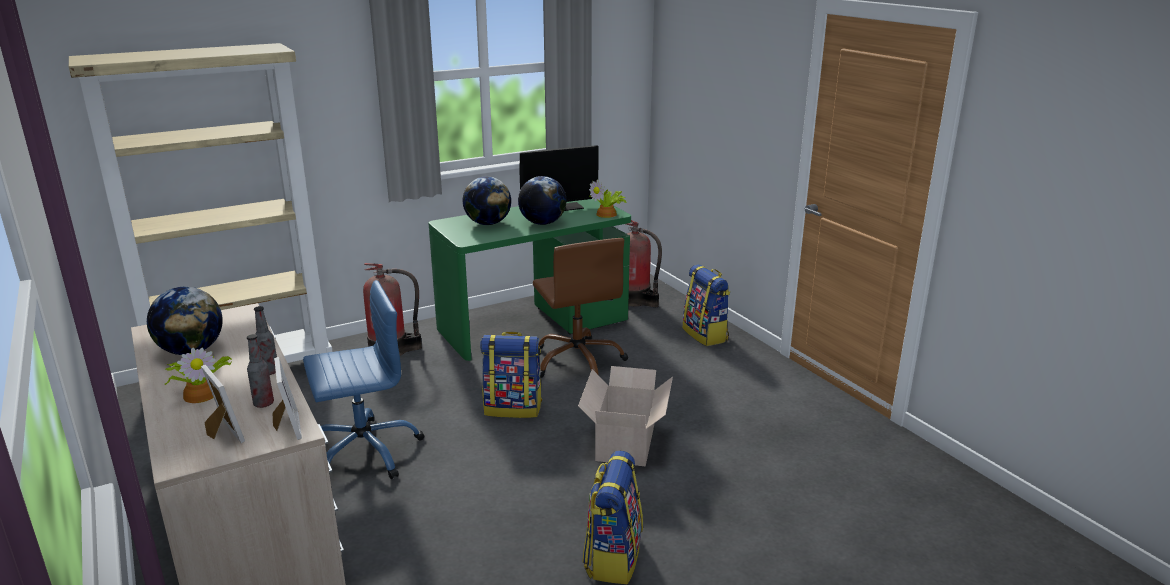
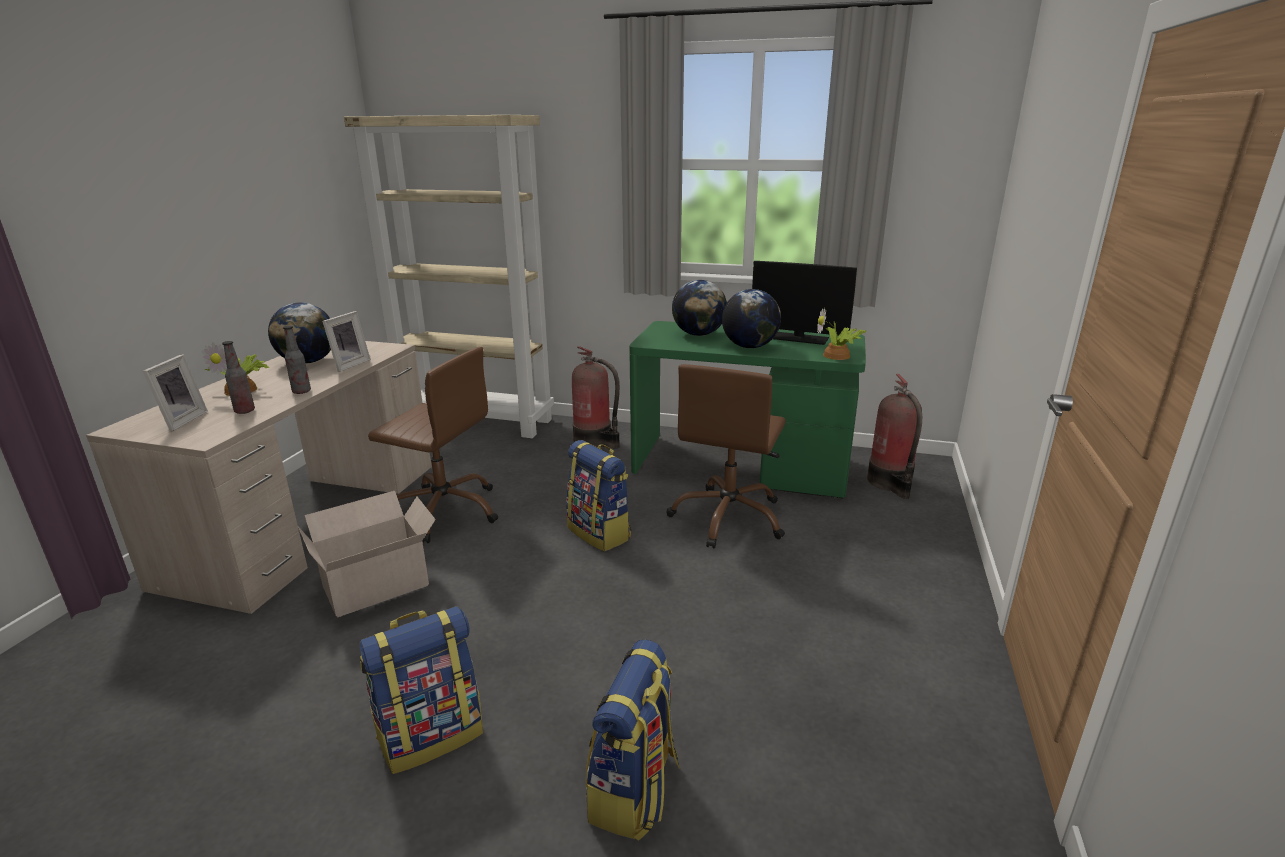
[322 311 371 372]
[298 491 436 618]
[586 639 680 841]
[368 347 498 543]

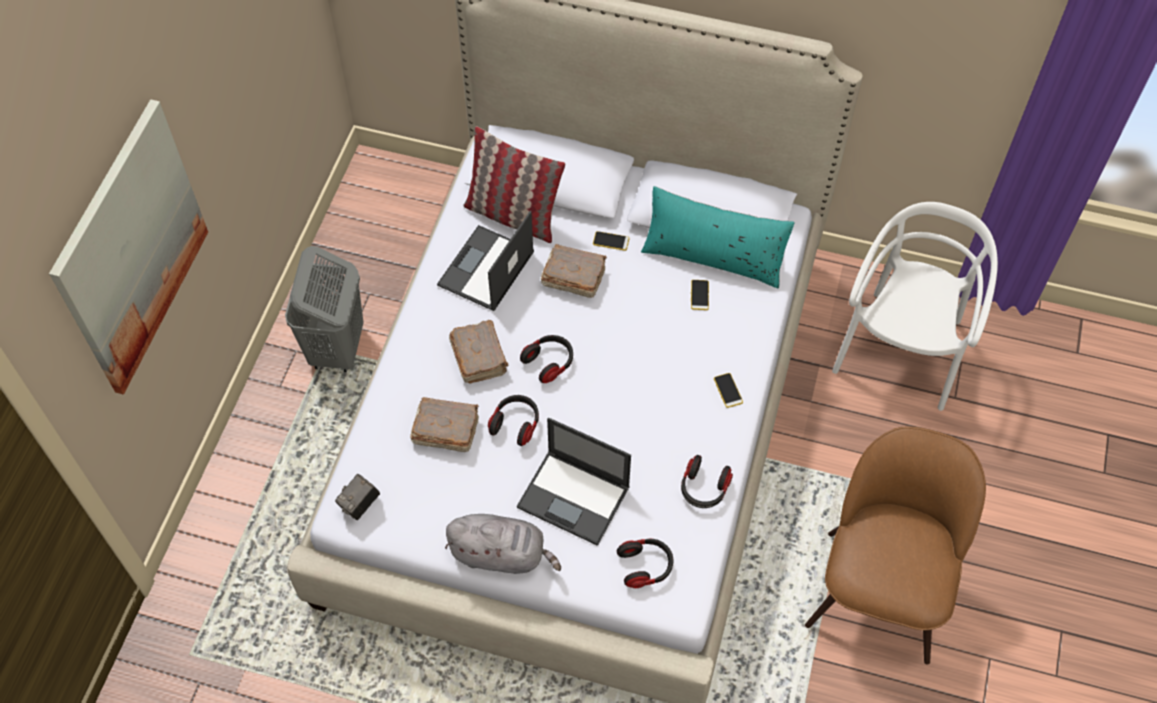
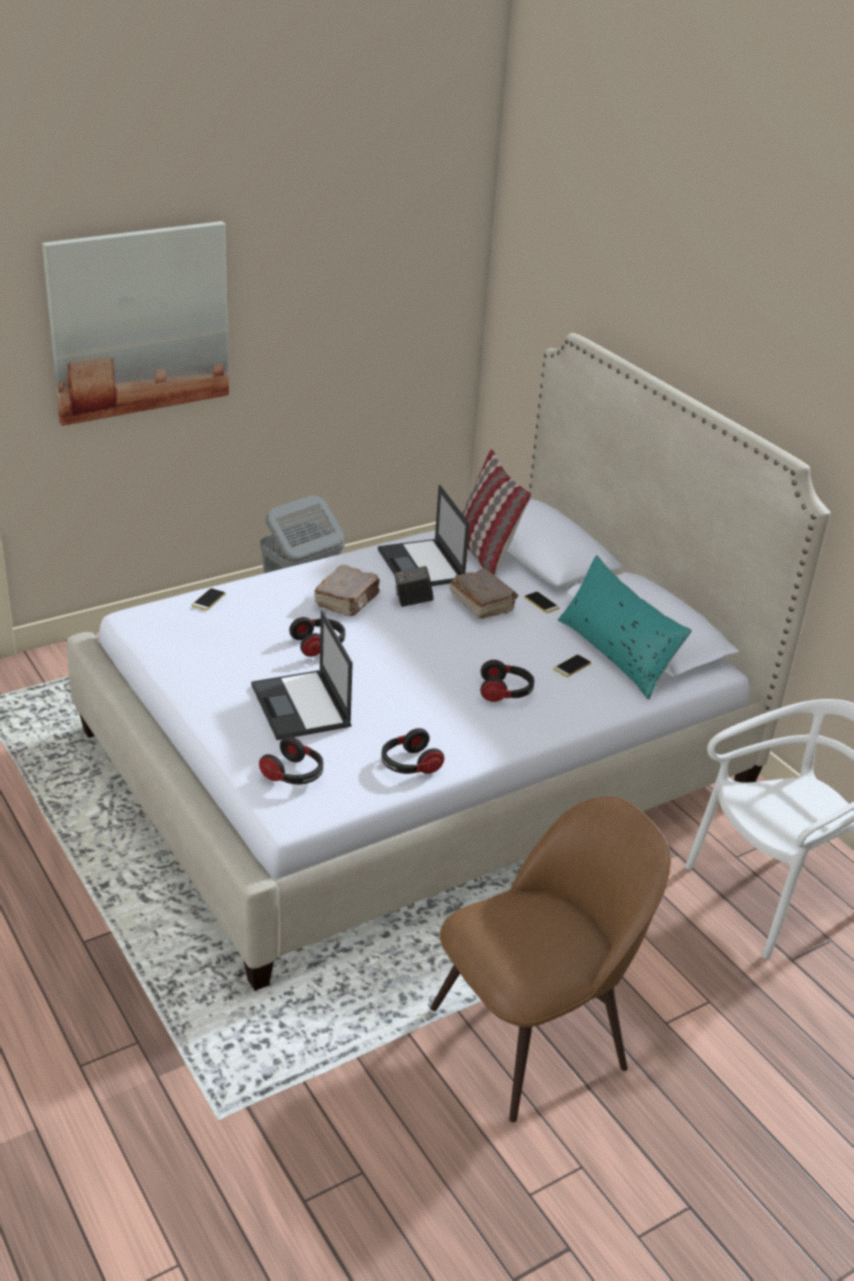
[410 397 479 452] (first image)
[445 514 561 574] (first image)
[394 566 434 607]
[480 660 534 702]
[192 588 226 610]
[378 485 470 586]

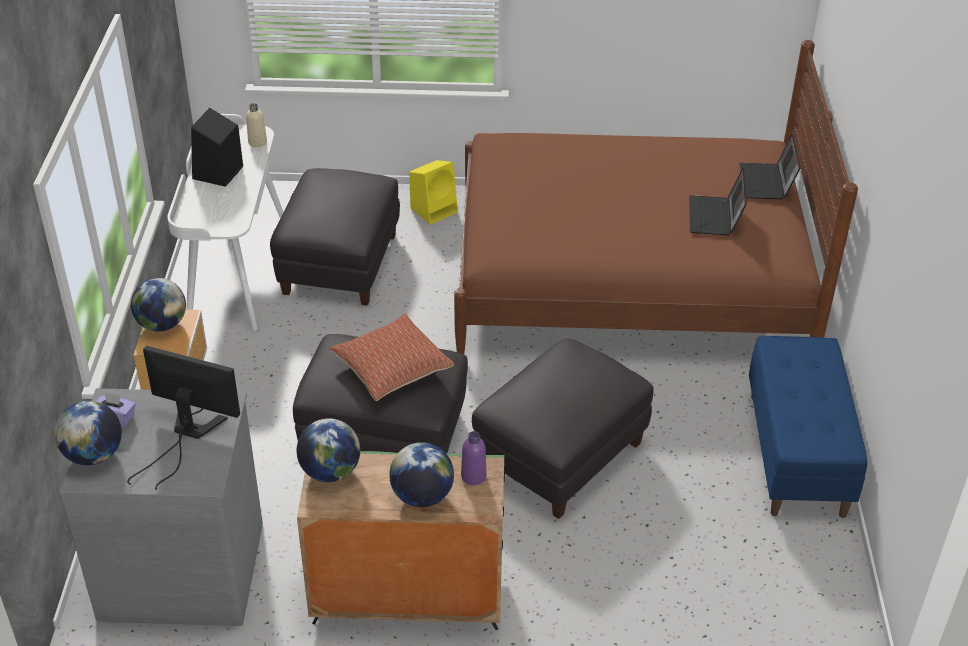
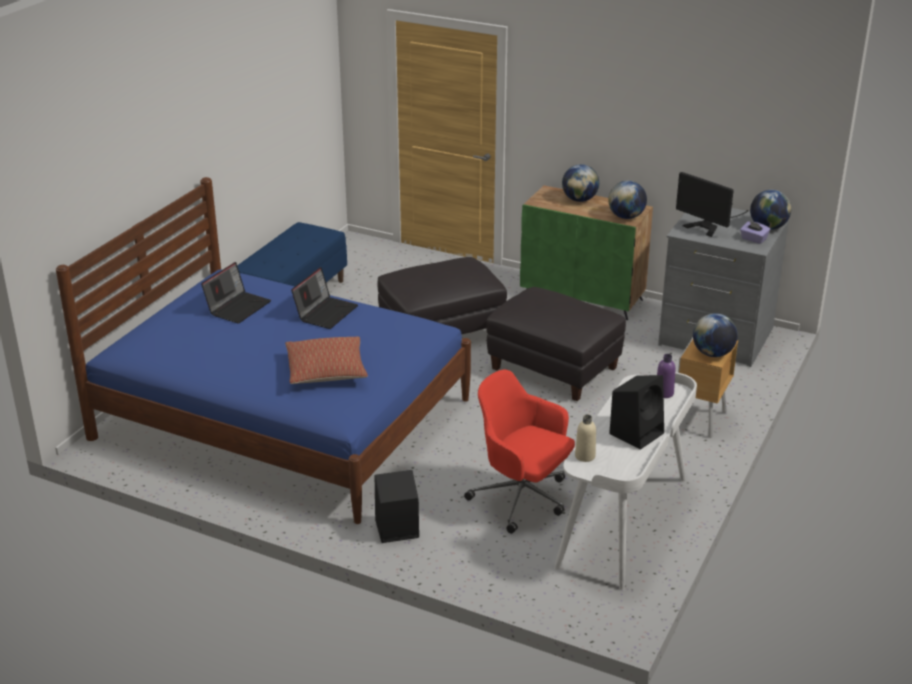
[285 336 368 384]
[657 354 675 398]
[291 267 358 329]
[464 369 575 534]
[375 470 419 543]
[56 177 471 524]

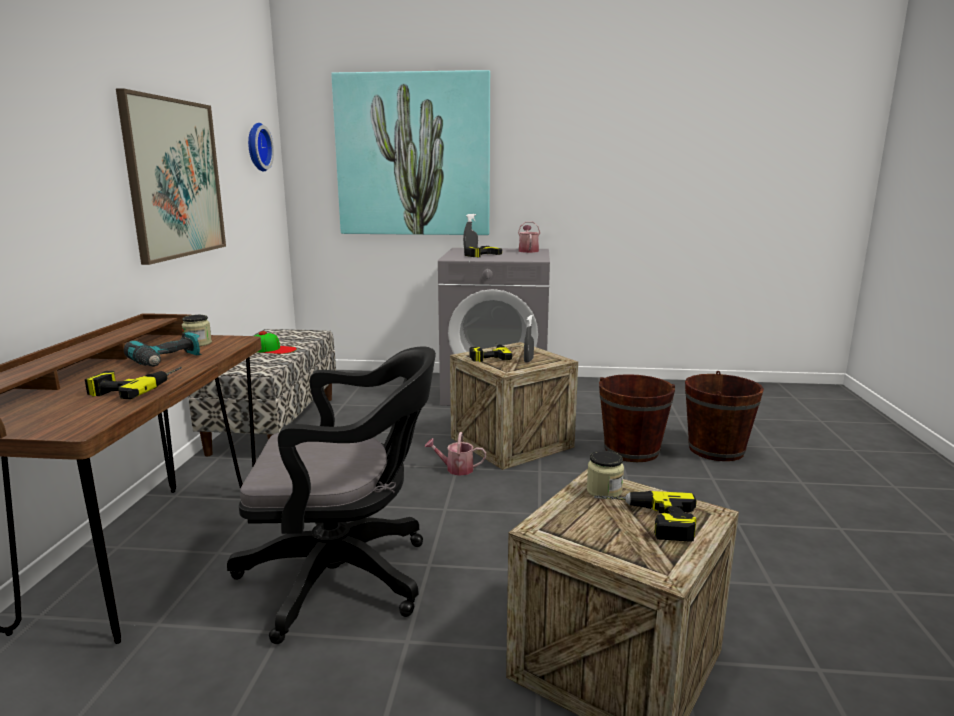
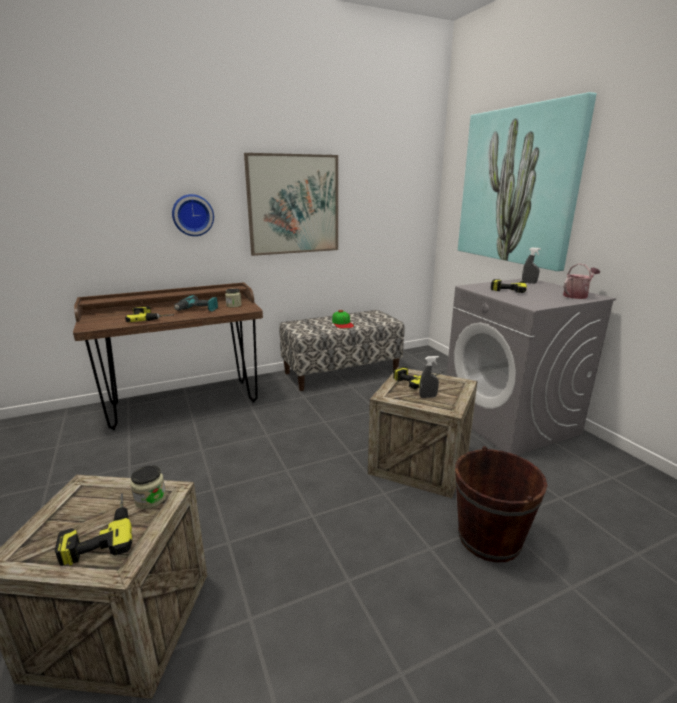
[227 346 436 644] (first image)
[424 432 486 476] (first image)
[685 371 764 461] (first image)
[172 194 214 236]

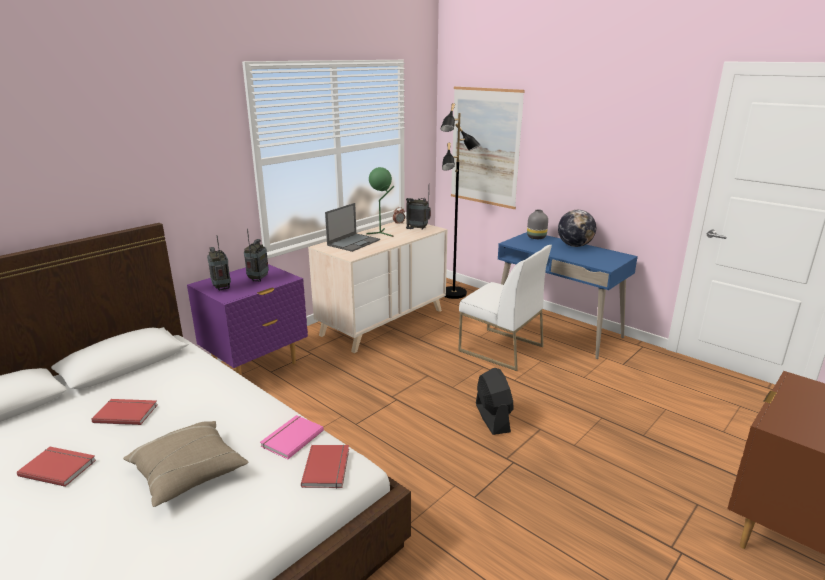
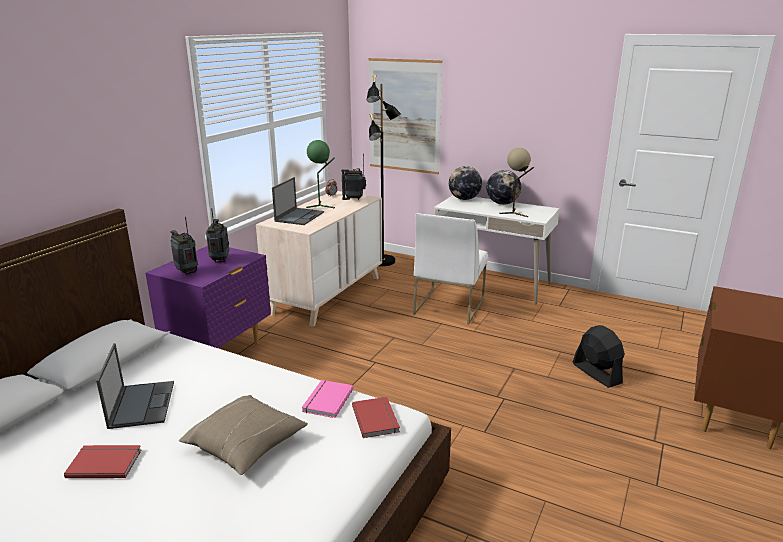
[500 148 534 217]
[573 325 625 388]
[96 343 174 429]
[449 166 482 200]
[434 195 560 304]
[413 213 488 324]

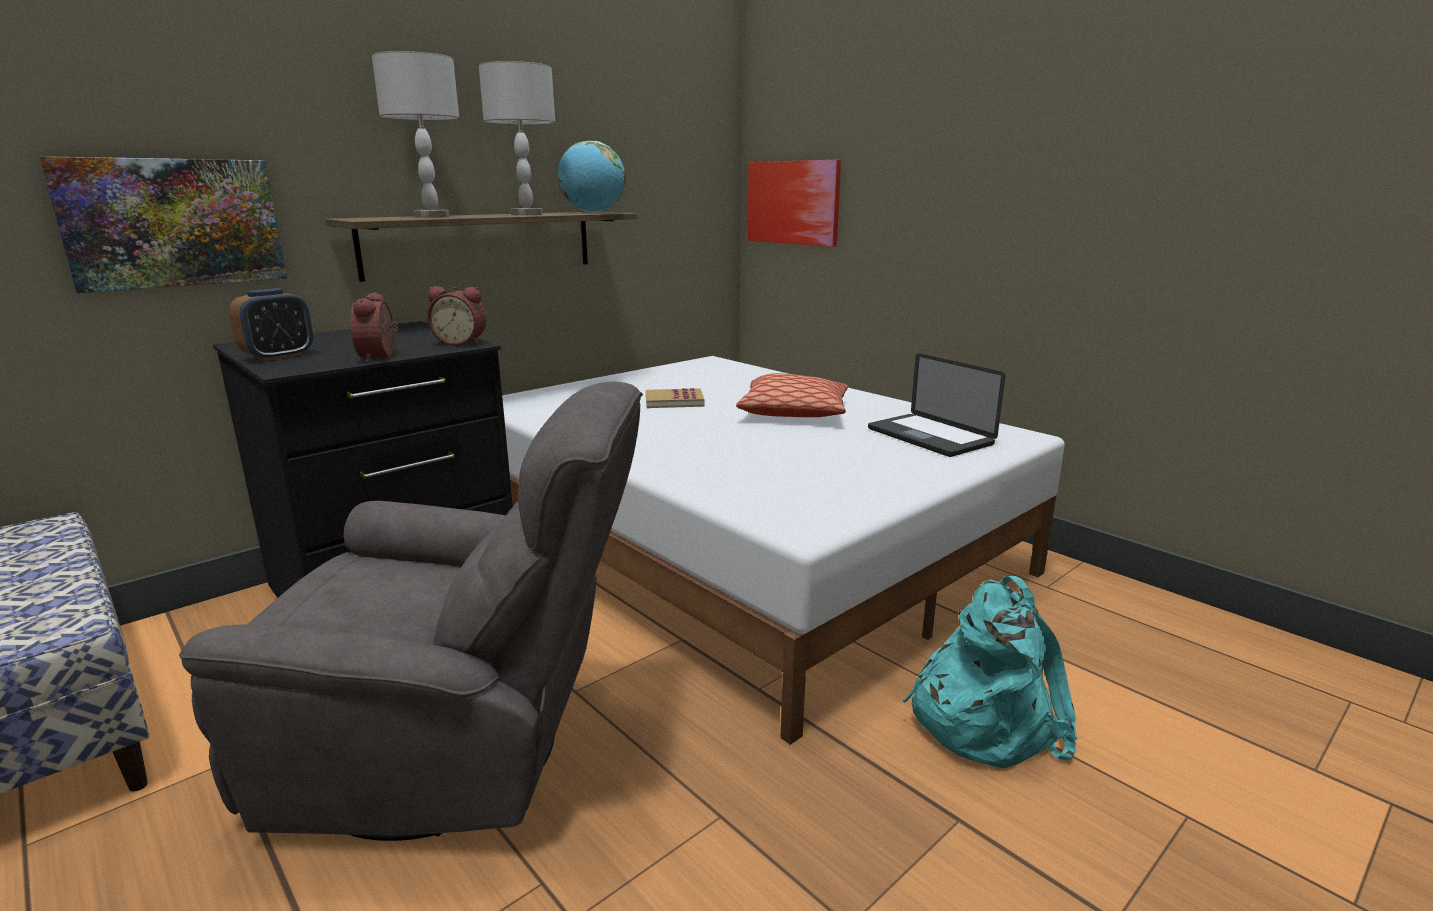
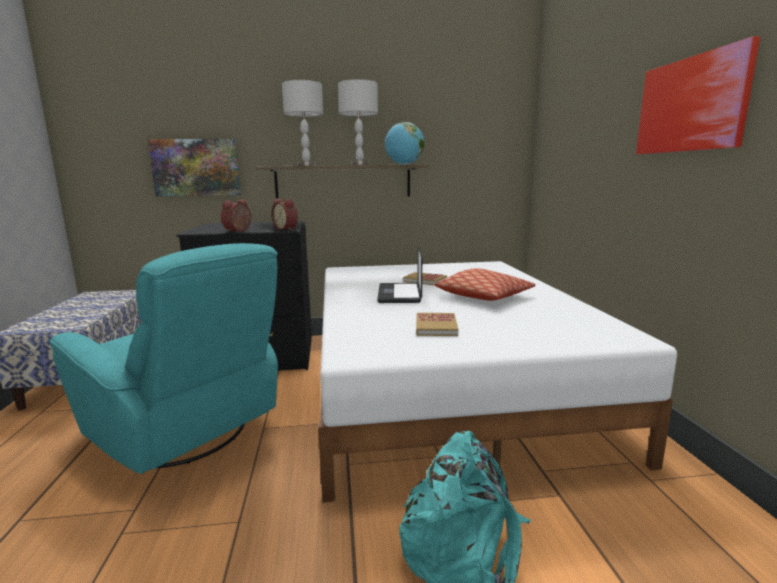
[229 288 313 361] (first image)
[416 313 458 336]
[636 36 760 154]
[377 246 422 303]
[49 243 278 474]

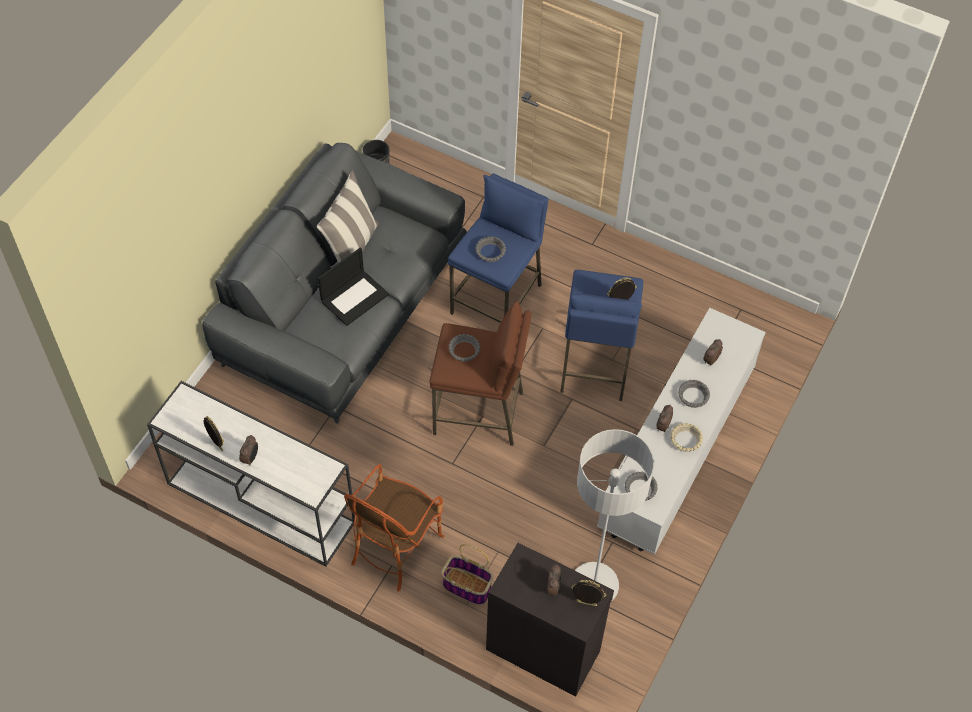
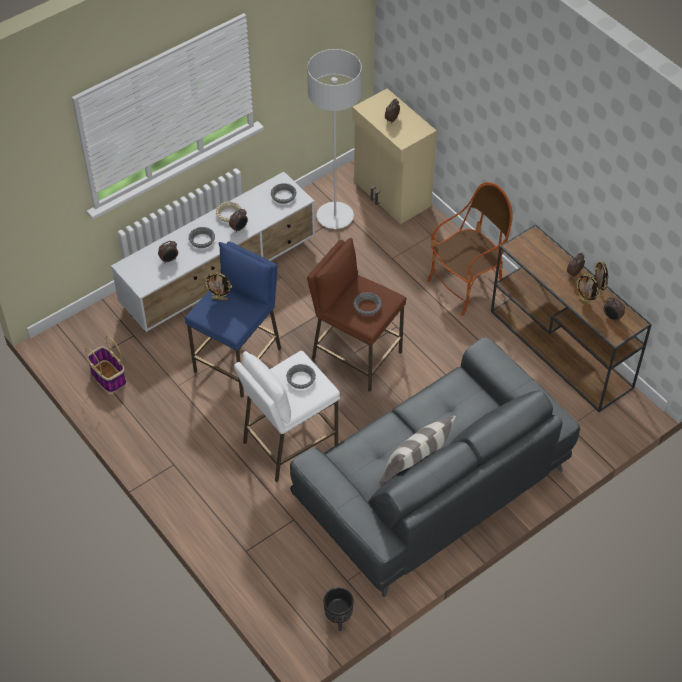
[318 248 389 326] (first image)
[603 297 625 322]
[85 335 126 393]
[576 274 600 306]
[491 224 652 412]
[234 351 340 482]
[352 88 437 224]

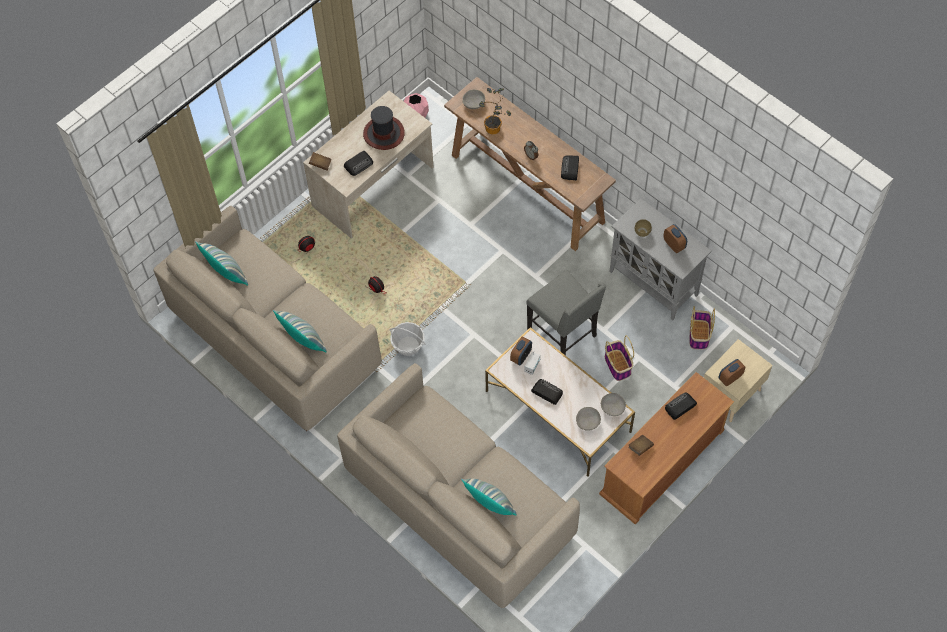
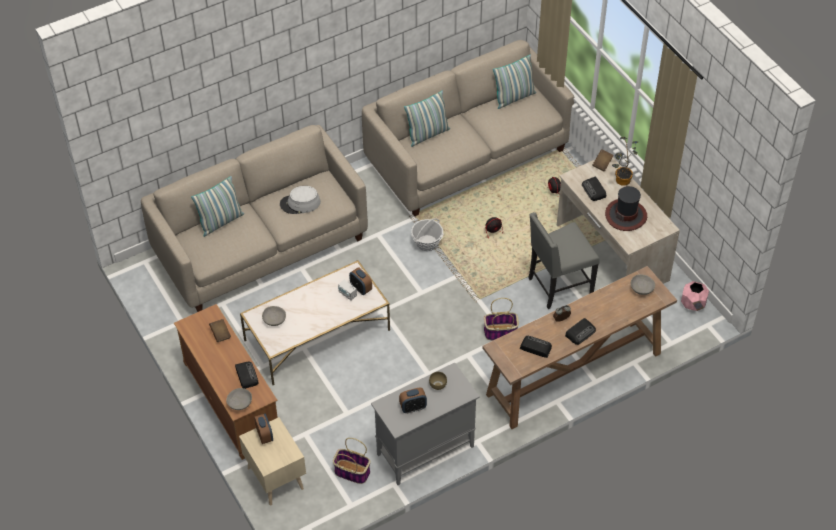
[280 186 321 214]
[612 137 638 186]
[528 212 600 309]
[565 318 596 345]
[226 388 252 410]
[484 298 519 340]

